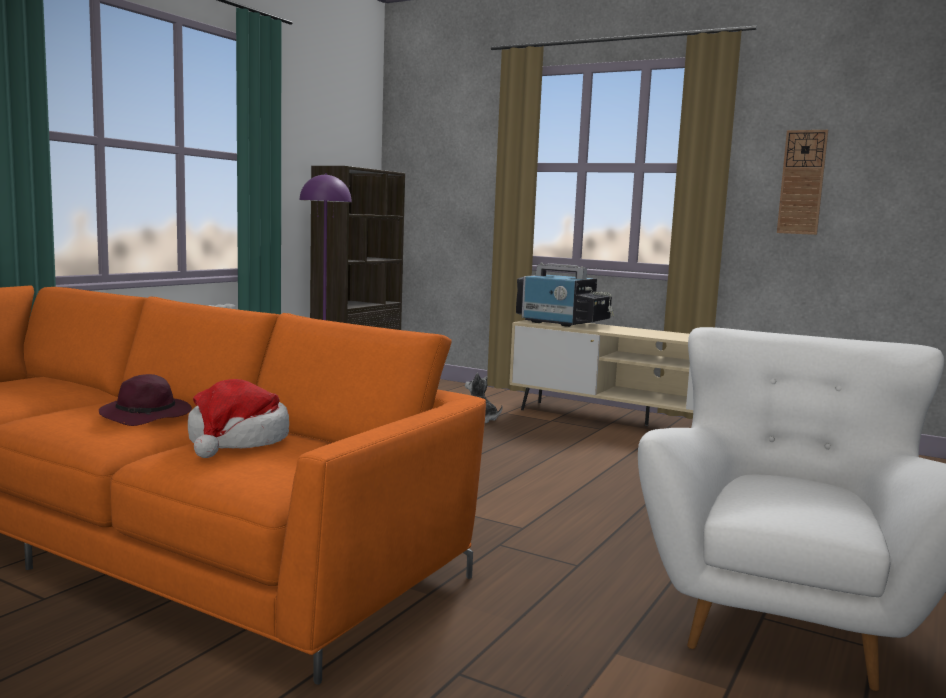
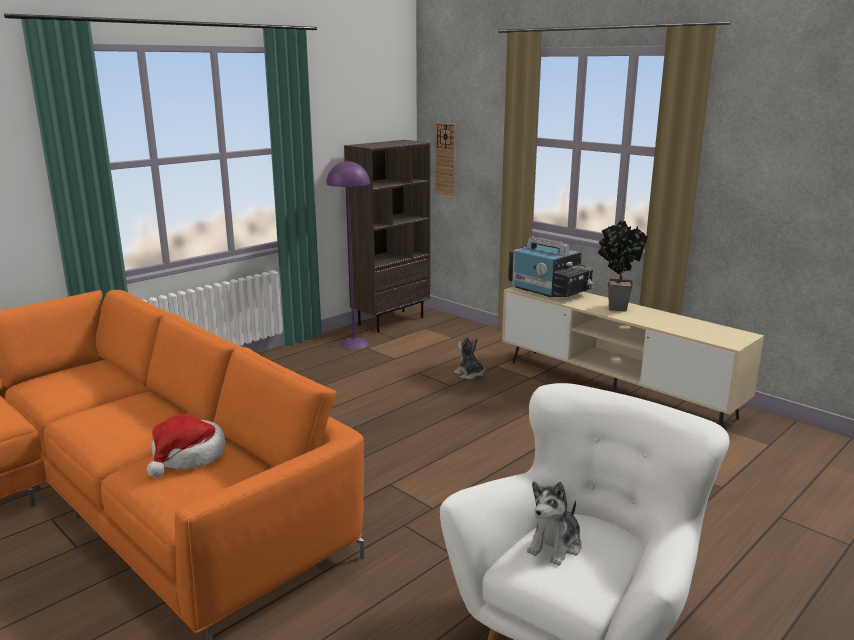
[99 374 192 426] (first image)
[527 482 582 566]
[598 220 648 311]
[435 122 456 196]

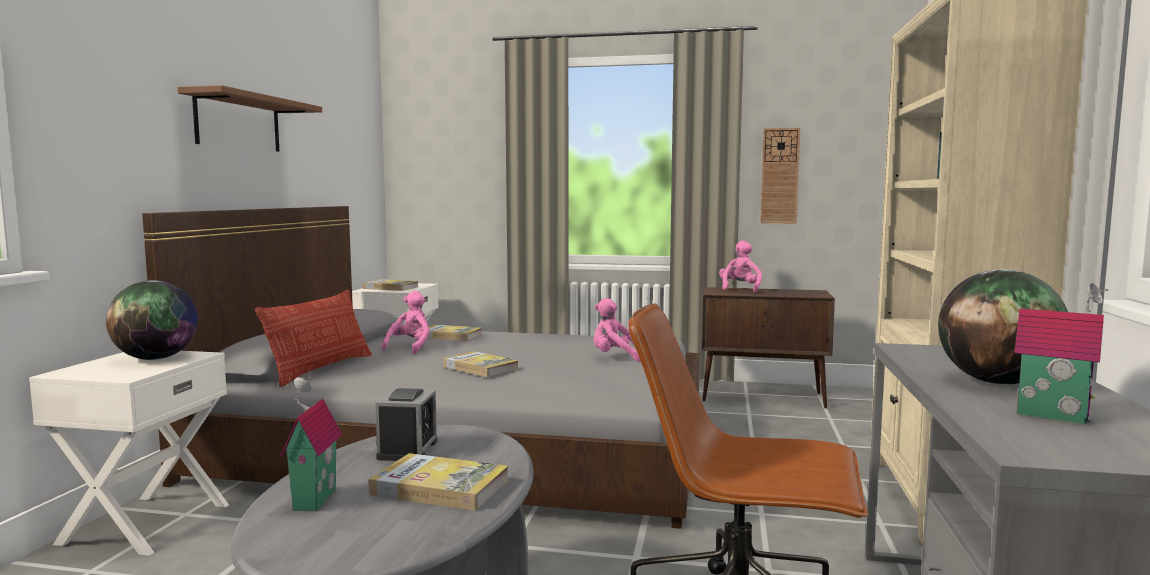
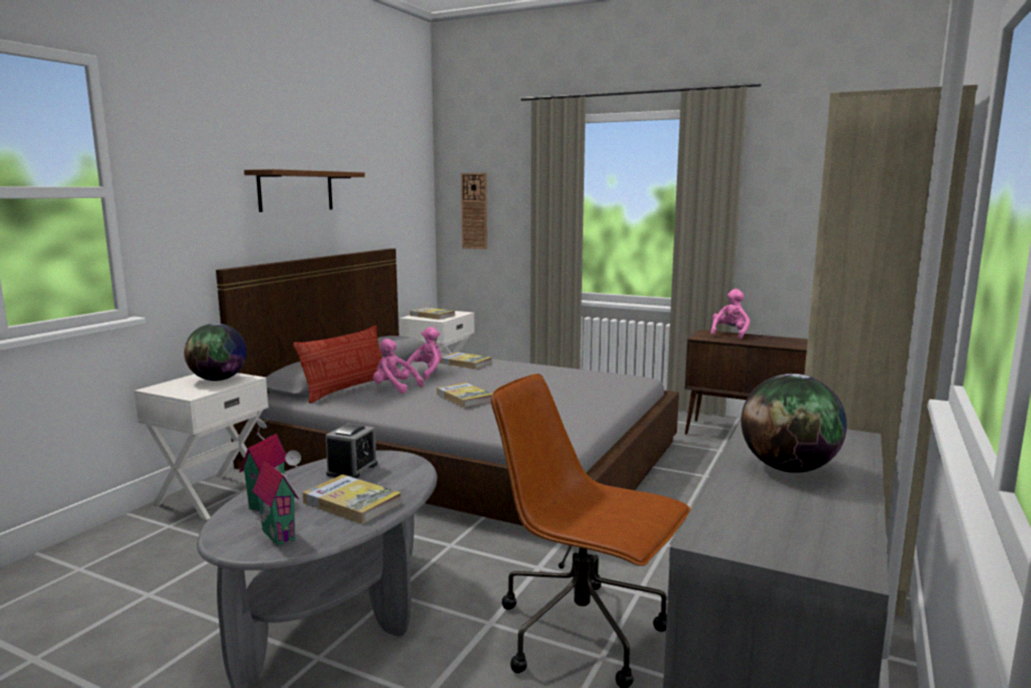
[373 338 424 393]
[461 173 487 249]
[253 450 301 546]

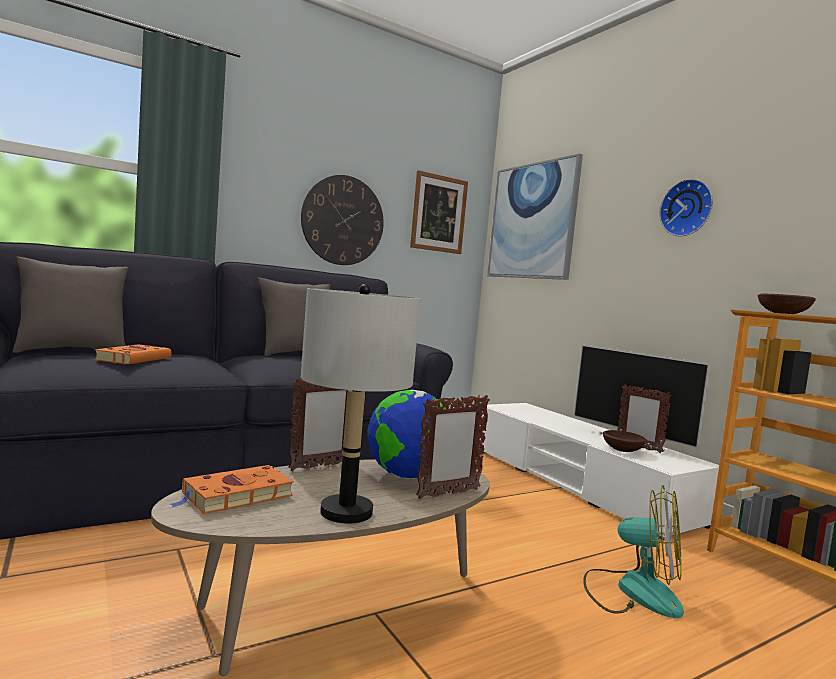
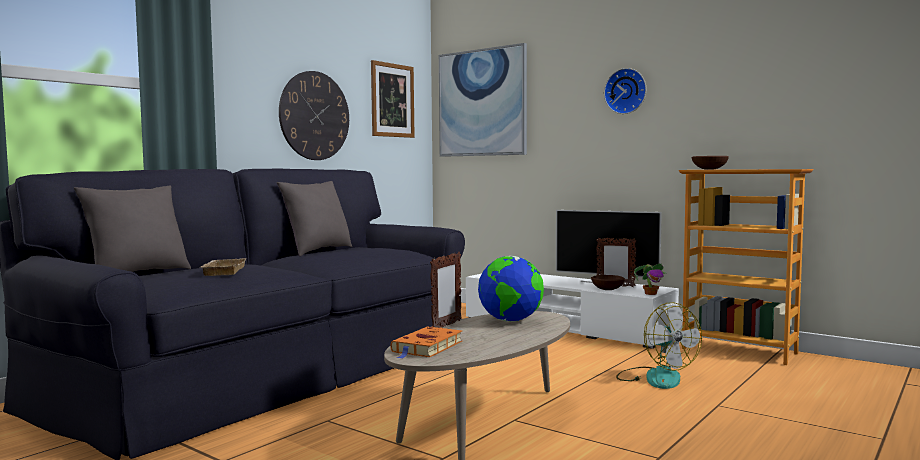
[301 284 420 524] (first image)
[416 395 490 499] (first image)
[634 263 665 295]
[201 258 246 276]
[616 302 702 389]

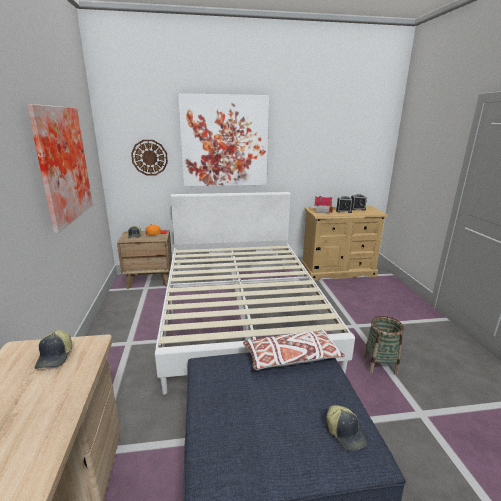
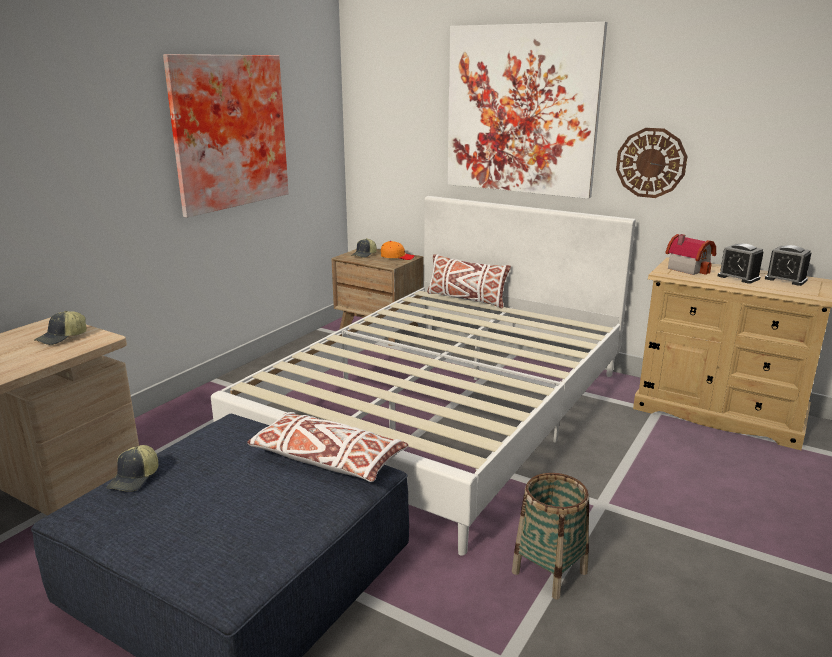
[427 254 511 308]
[616 128 687 198]
[106 445 158 492]

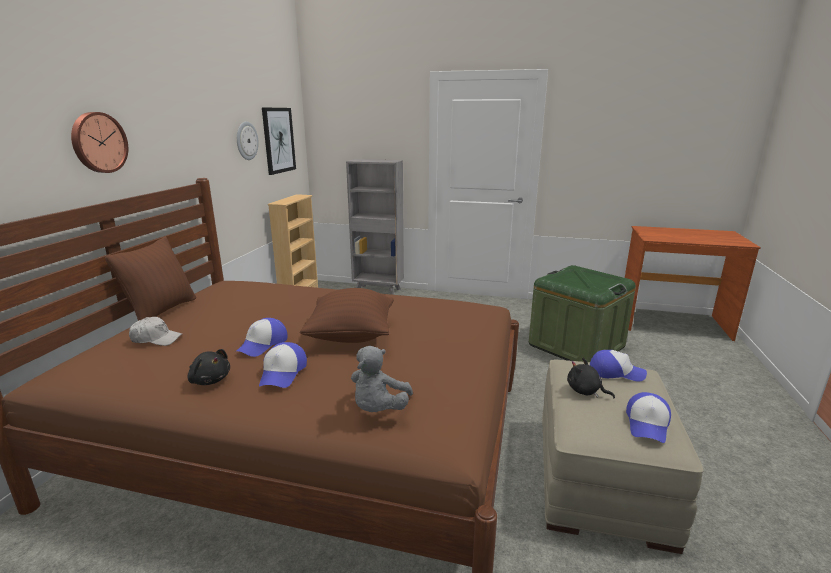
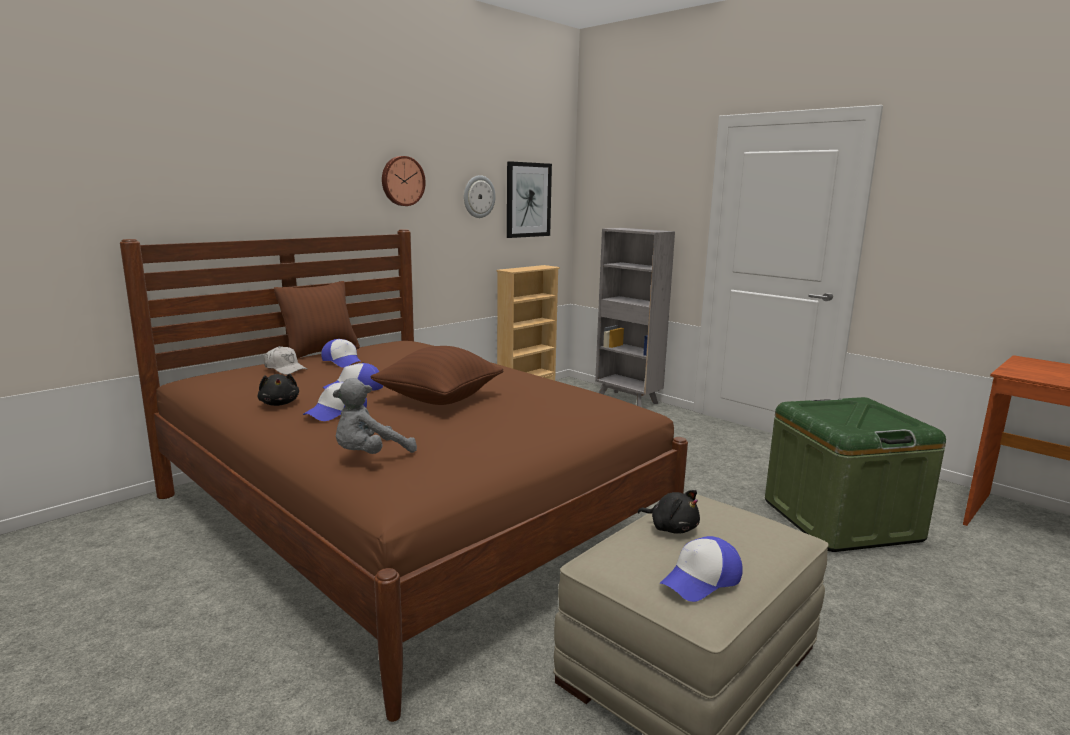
[382 156 426 206]
[321 339 362 368]
[637 490 700 534]

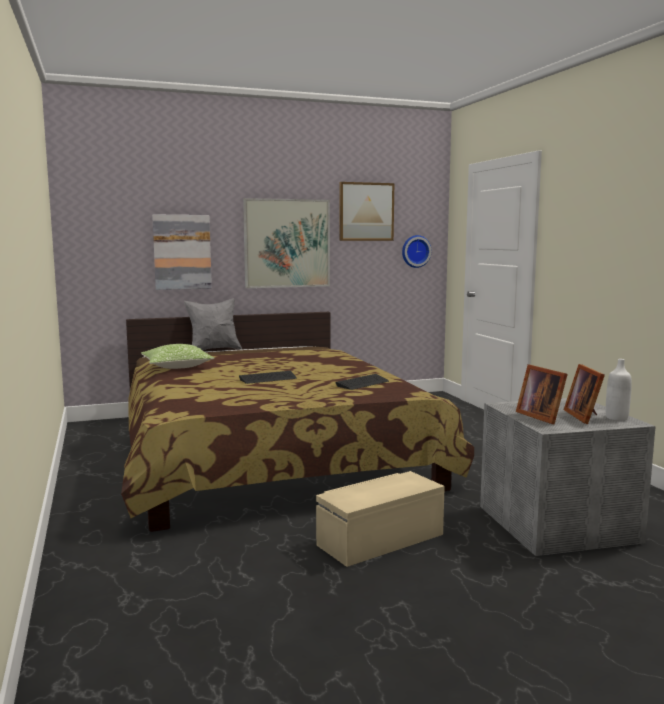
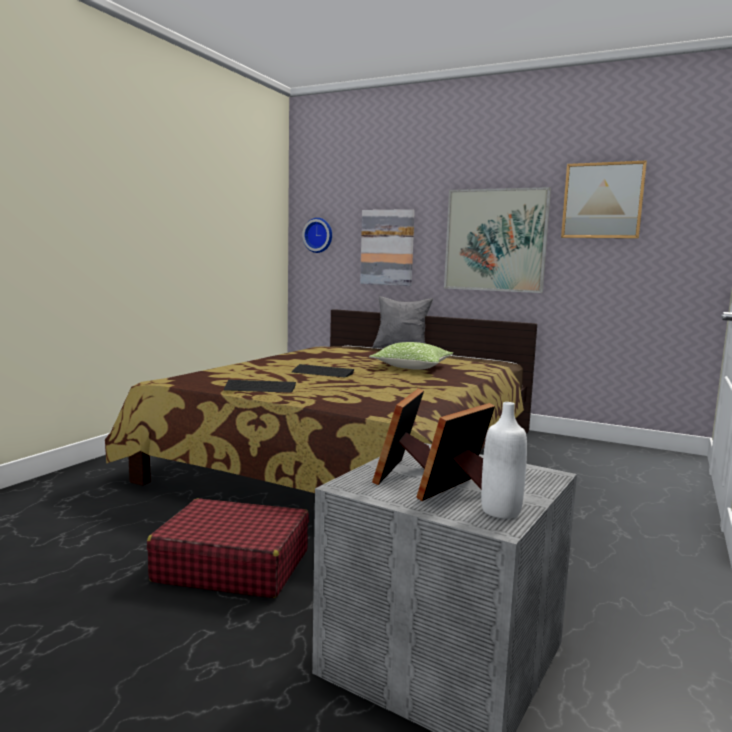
[369 342 453 370]
[224 380 296 393]
[302 218 332 253]
[147 498 309 598]

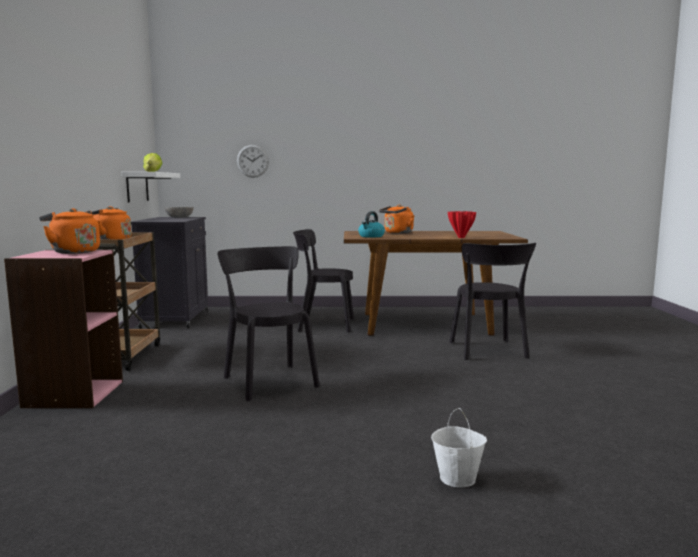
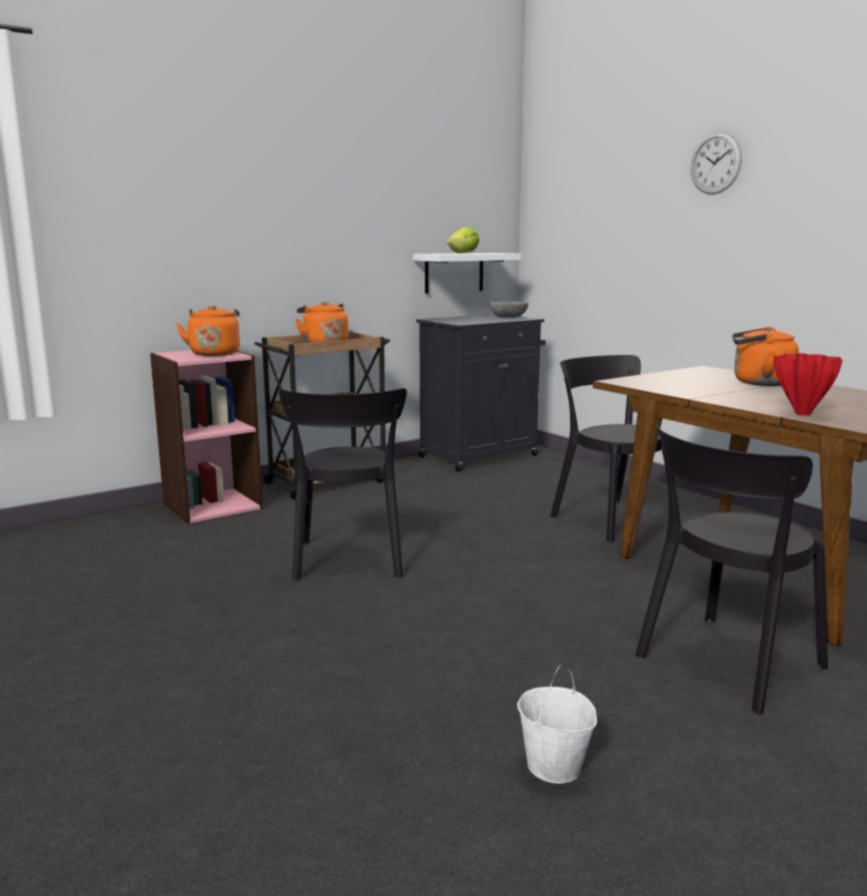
[358 211 385 238] (first image)
[691 132 742 195]
[517 665 597 784]
[279 388 407 581]

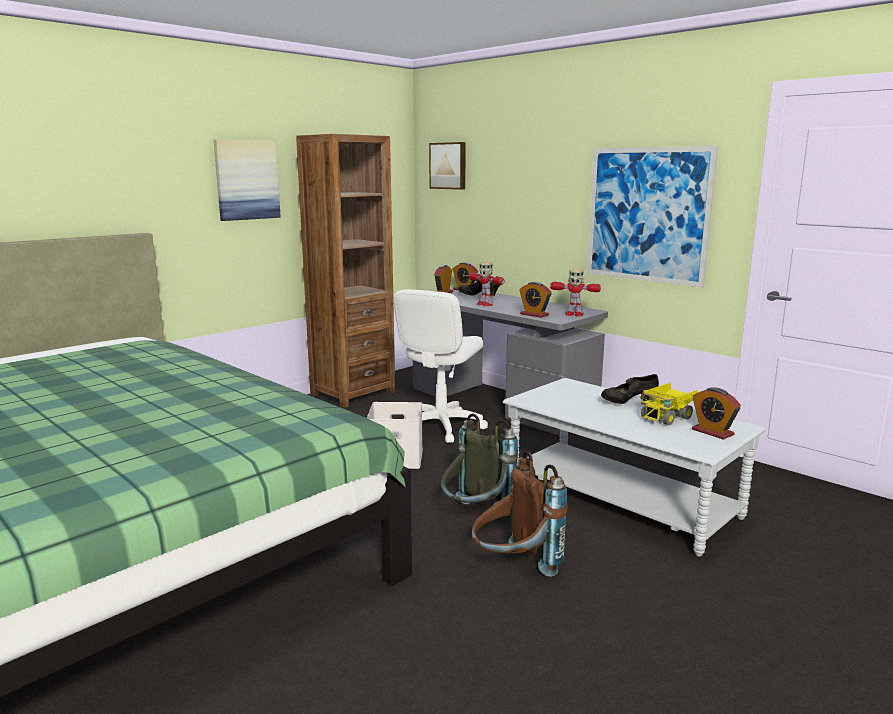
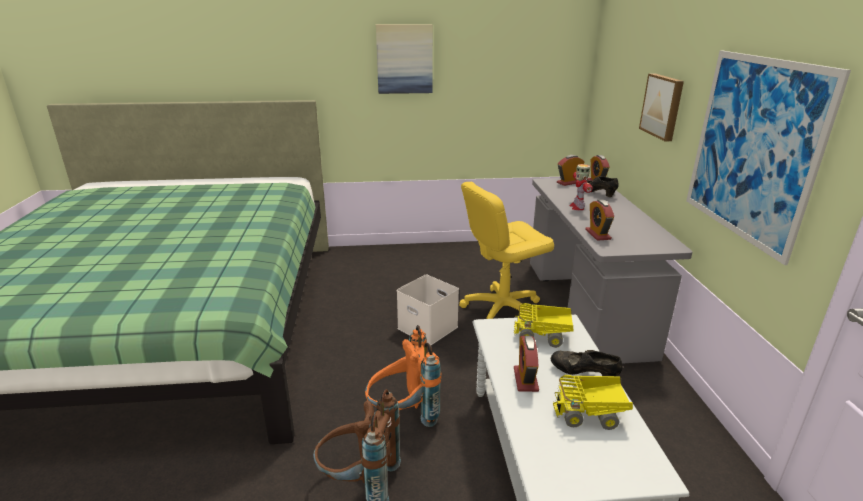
[296 134 395 408] (first image)
[550 269 601 317] (first image)
[514 303 574 348]
[639 73 684 141]
[514 336 539 392]
[459 182 554 319]
[365 325 441 427]

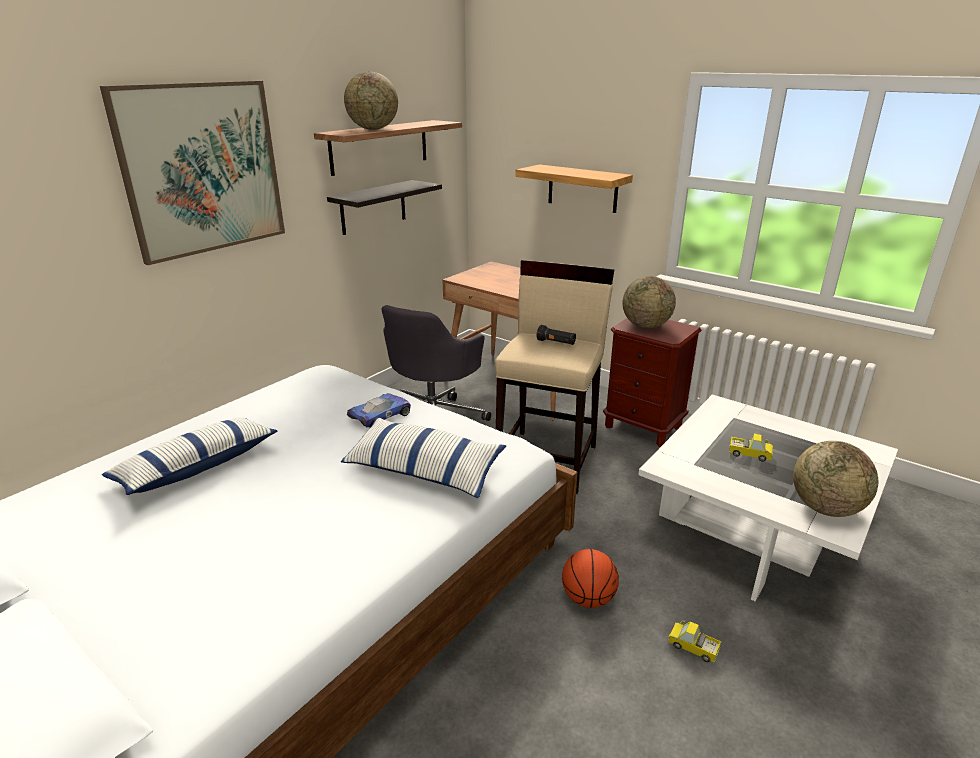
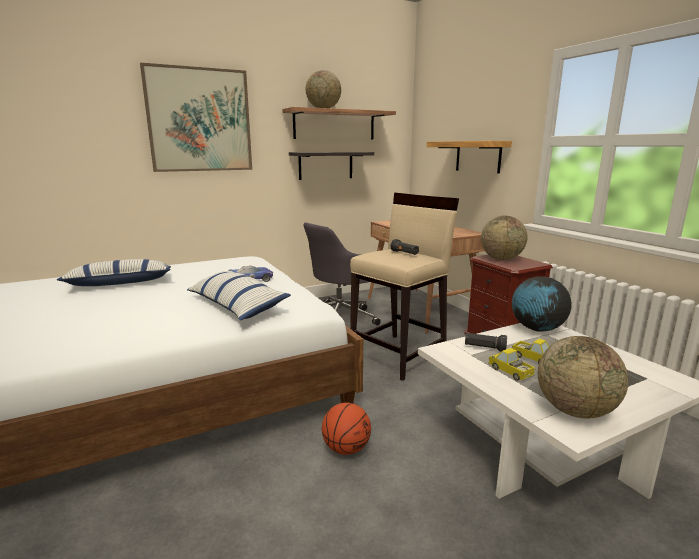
[465 333 507 352]
[512 276 572 332]
[488 348 536 381]

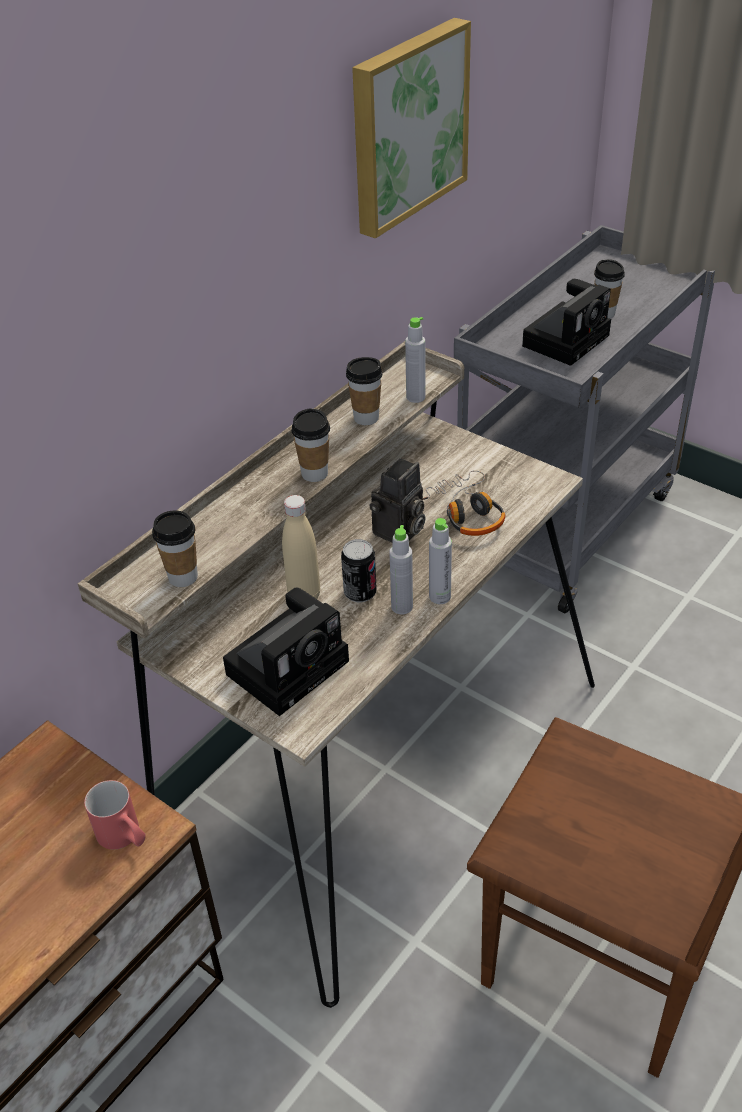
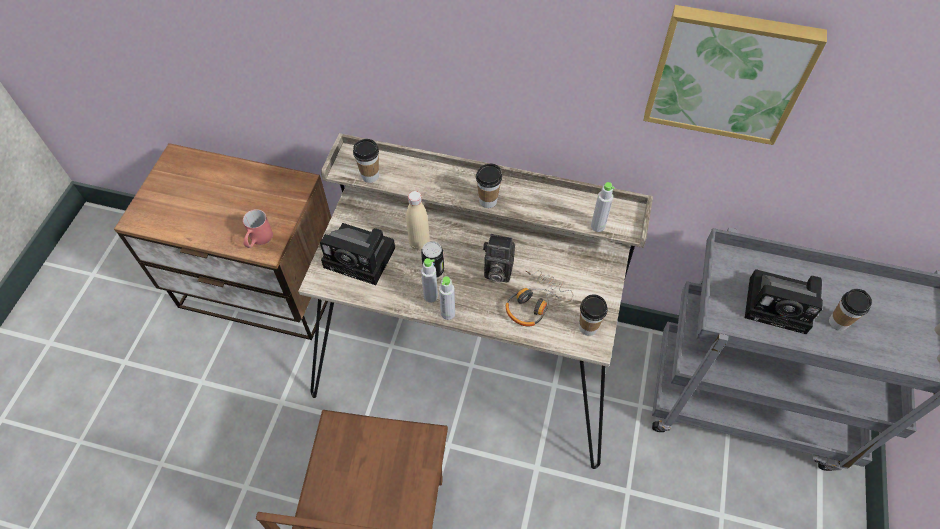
[579 294 608 336]

